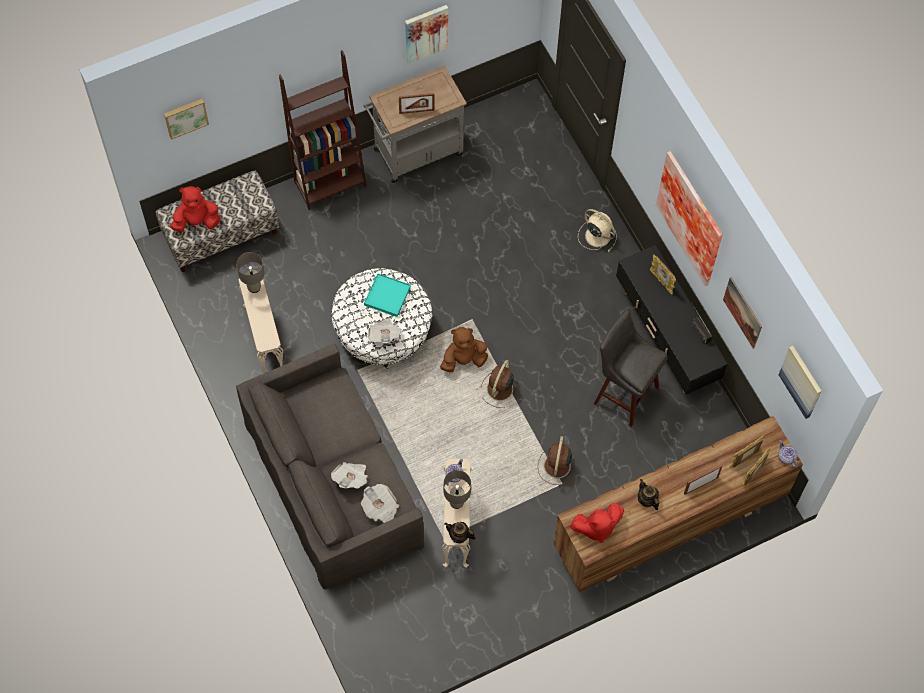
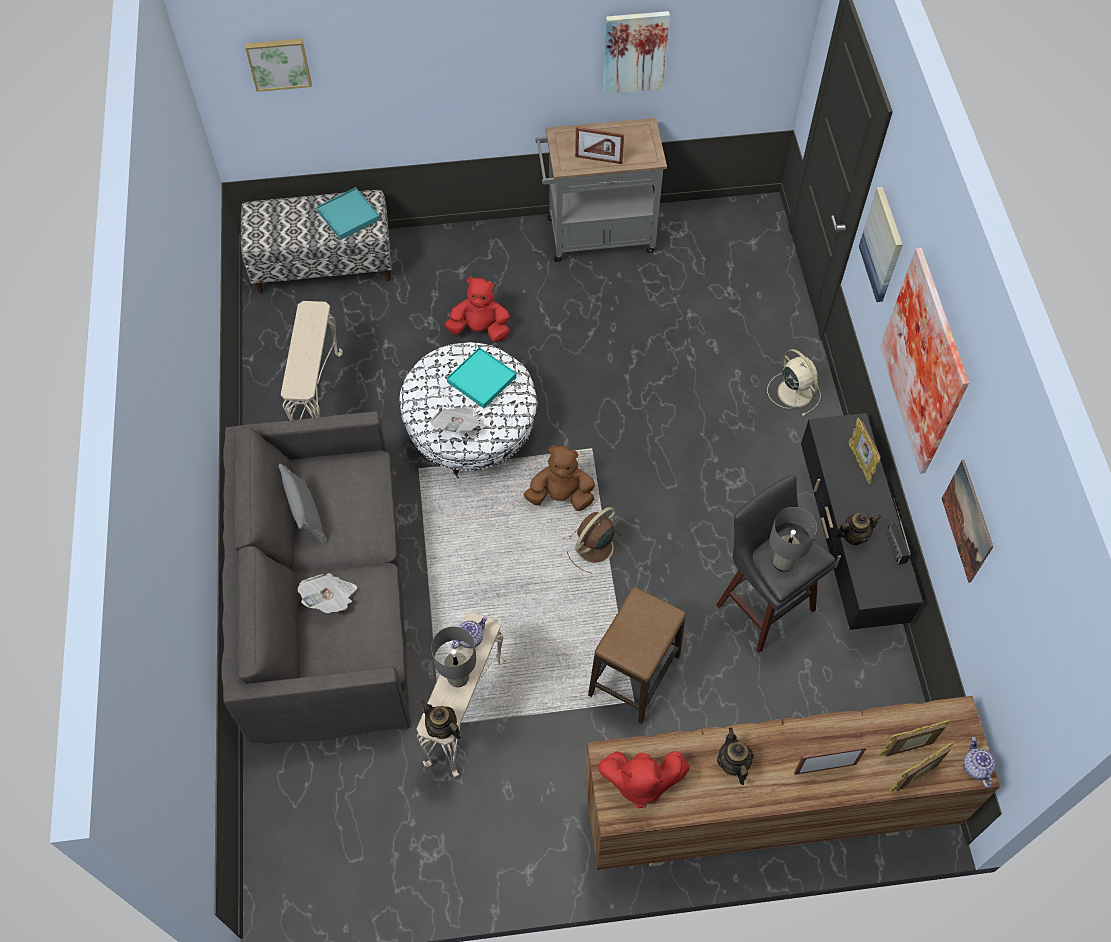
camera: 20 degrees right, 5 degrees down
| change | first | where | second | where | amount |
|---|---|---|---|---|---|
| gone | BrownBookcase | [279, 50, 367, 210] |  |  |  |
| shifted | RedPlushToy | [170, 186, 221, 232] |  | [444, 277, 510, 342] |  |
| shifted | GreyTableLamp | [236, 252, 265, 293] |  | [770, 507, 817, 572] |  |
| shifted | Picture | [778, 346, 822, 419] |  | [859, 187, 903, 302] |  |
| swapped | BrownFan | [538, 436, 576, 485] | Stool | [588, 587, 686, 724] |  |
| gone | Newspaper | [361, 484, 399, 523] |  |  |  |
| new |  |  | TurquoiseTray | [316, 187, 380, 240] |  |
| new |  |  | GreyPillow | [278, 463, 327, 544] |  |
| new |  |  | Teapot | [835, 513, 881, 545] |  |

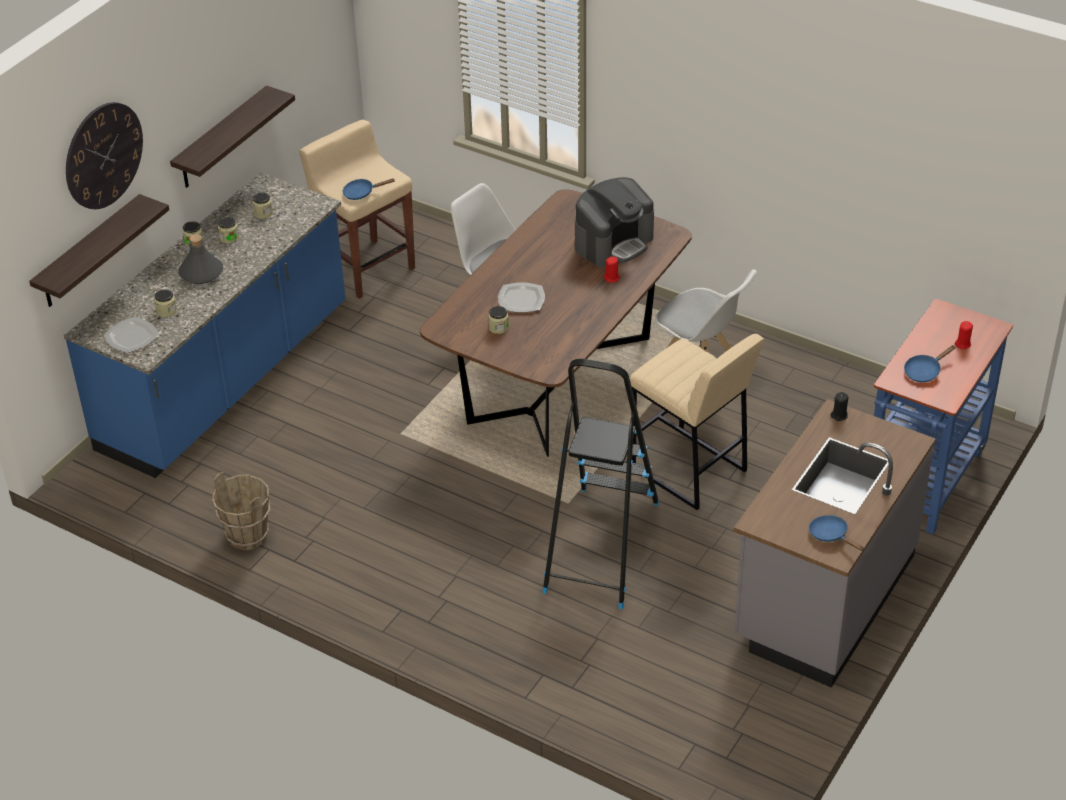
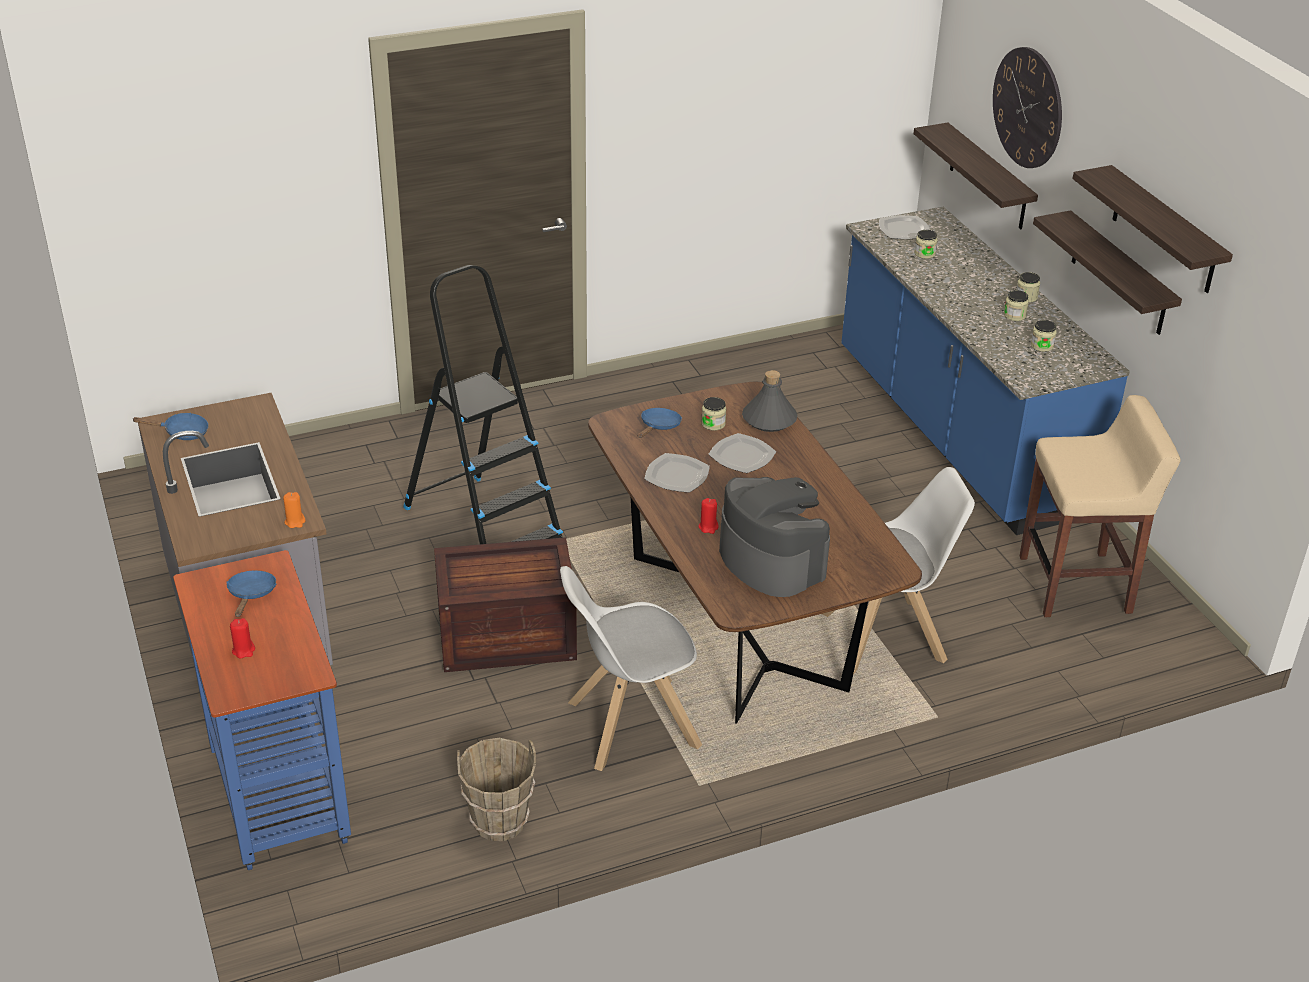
camera: 125 degrees right, 5 degrees down
| change | first | where | second | where | amount |
|---|---|---|---|---|---|
| rotated | CoffeeMachine | [575, 177, 654, 268] |  | [719, 477, 830, 597] | 150 degrees clockwise |
| shifted | BlueFryingPan | [343, 178, 394, 200] |  | [638, 408, 682, 438] |  |
| shifted | GreyBottle | [178, 235, 223, 284] |  | [742, 370, 797, 432] |  |
| swapped | BeigeStool | [630, 334, 764, 510] | Crate | [434, 537, 577, 672] |  |
| repainted | BlackCandle | [831, 392, 848, 421] | OrangeCandle | [283, 492, 305, 528] |  |
| shifted | BrownBucket | [212, 472, 270, 550] |  | [457, 738, 536, 841] |  |
| new |  |  | Shelf | [1072, 165, 1233, 293] |  |
| new |  |  | Plate | [644, 453, 710, 493] |  |

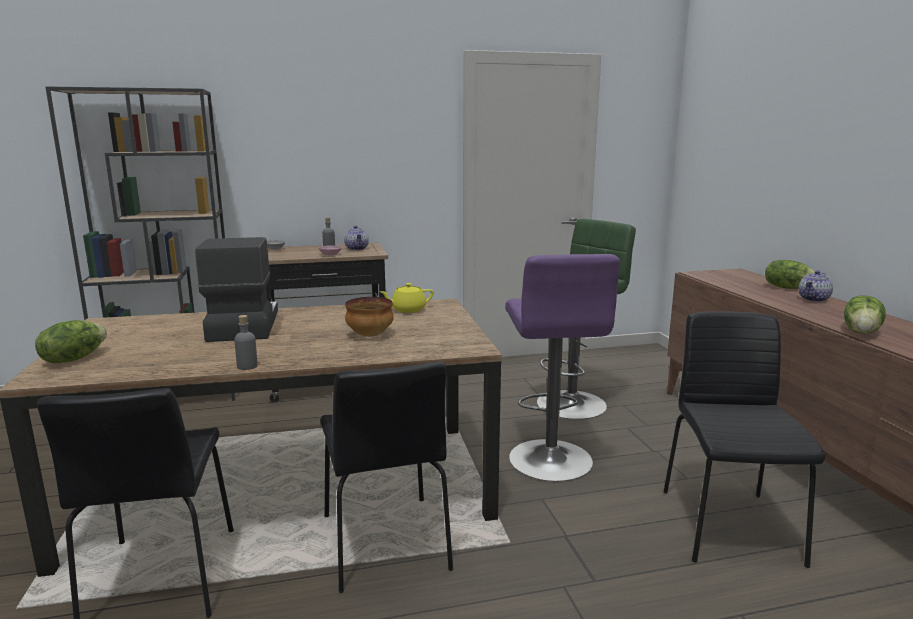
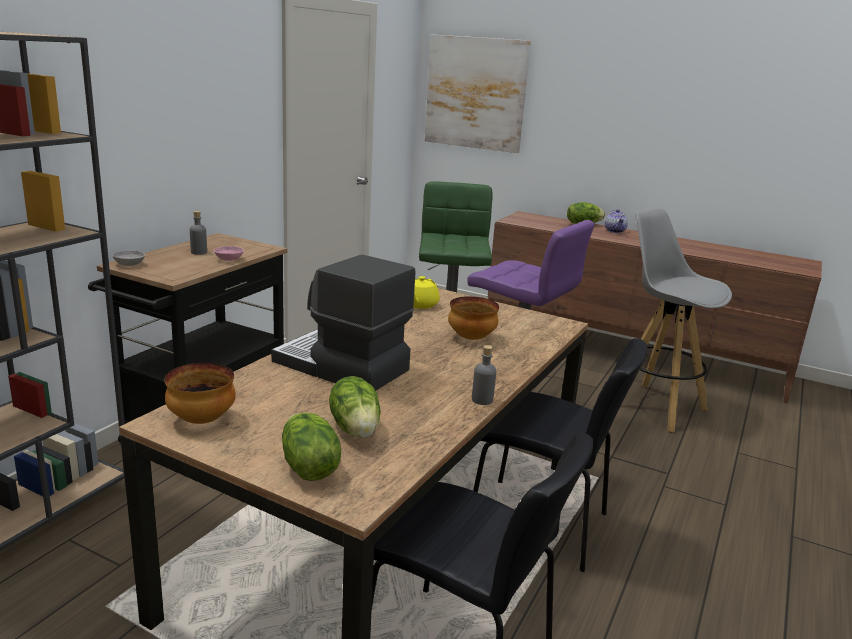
camera: 50 degrees left, 5 degrees up
| change | first | where | second | where | amount |
|---|---|---|---|---|---|
| gone | Teapot | [344, 225, 369, 250] |  |  |  |
| shifted | Lettuce | [844, 295, 886, 334] |  | [329, 376, 381, 438] |  |
| swapped | BlackChair | [663, 311, 825, 568] | GreyStool | [635, 208, 732, 432] |  |
| new |  |  | Picture | [425, 35, 531, 153] |  |
| new |  |  | Bowl | [164, 363, 236, 424] |  |

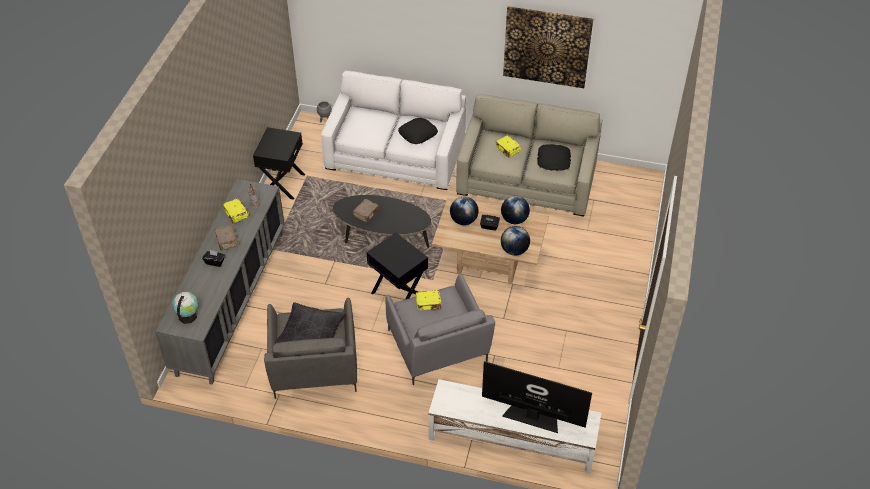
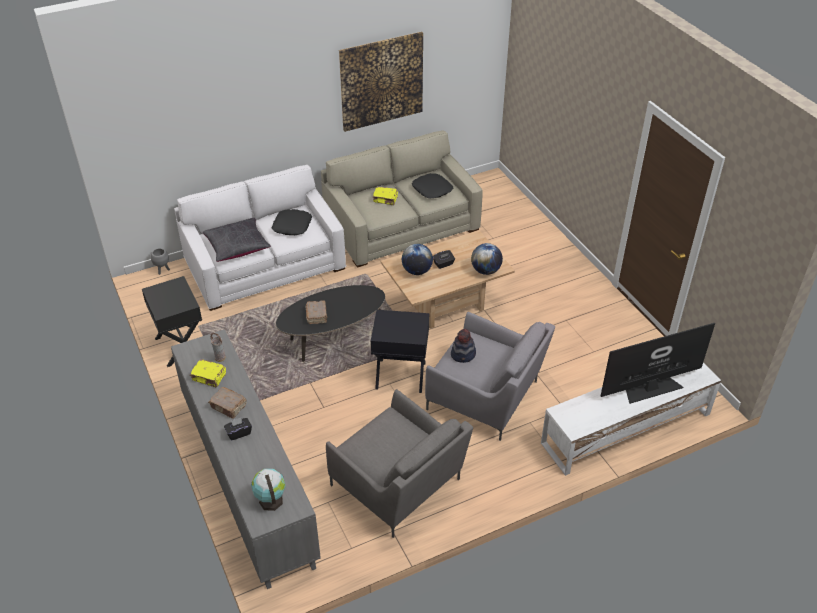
camera: 40 degrees left, 5 degrees down
| change | first | where | second | where | amount |
|---|---|---|---|---|---|
| gone | Globe | [501, 196, 530, 224] |  |  |  |
| swapped | YellowBook | [416, 290, 442, 310] | Hat | [451, 329, 476, 363] |  |
| shifted | BlackPillow | [275, 303, 346, 343] |  | [203, 218, 271, 262] |  |

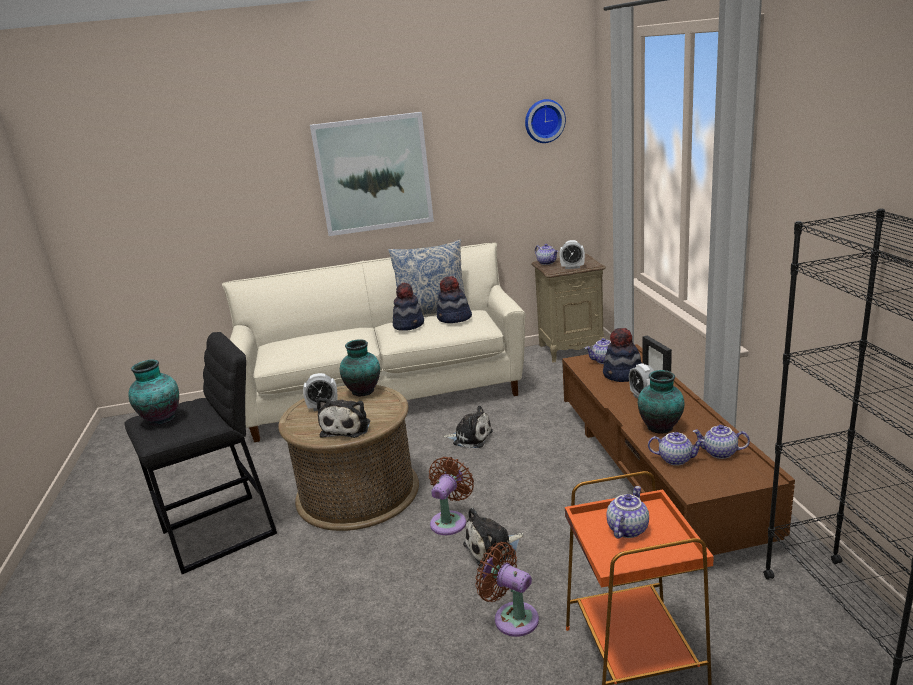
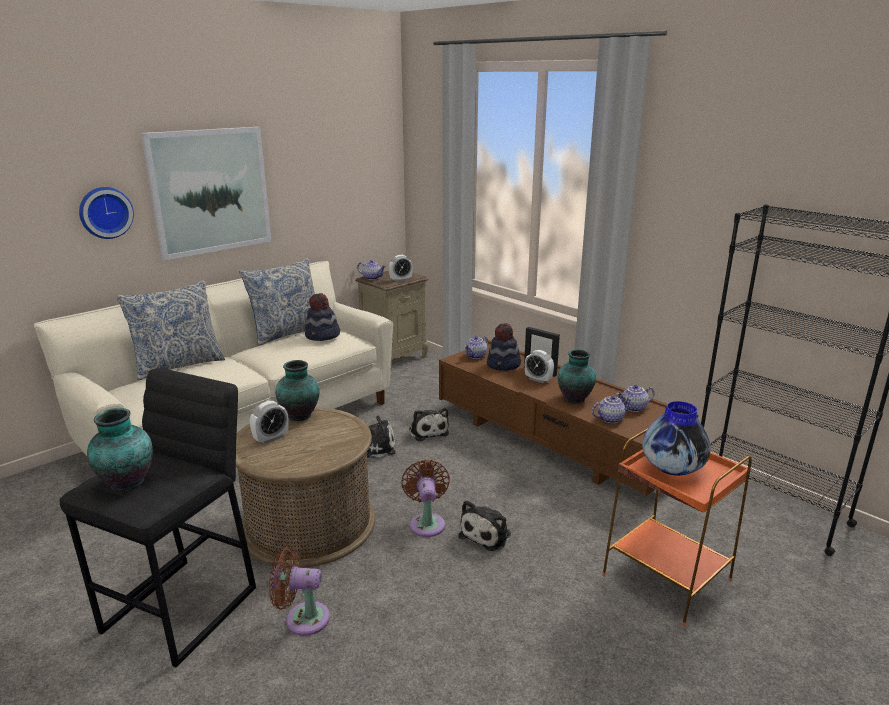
camera: 35 degrees left, 0 degrees up
| change | first | where | second | where | amount |
|---|---|---|---|---|---|
| shifted | WallClock | [525, 99, 566, 143] |  | [79, 187, 134, 239] |  |
| gone | Hat | [393, 282, 424, 331] |  |  |  |
| shifted | PlushToy | [317, 397, 370, 438] |  | [409, 408, 449, 441] |  |
| swapped | Teapot | [607, 486, 649, 539] | Vase | [642, 401, 710, 476] |  |
| shifted | BrownFan | [476, 542, 539, 637] |  | [269, 547, 330, 636] |  |
| new |  |  | Pillow | [116, 280, 225, 380] |  |

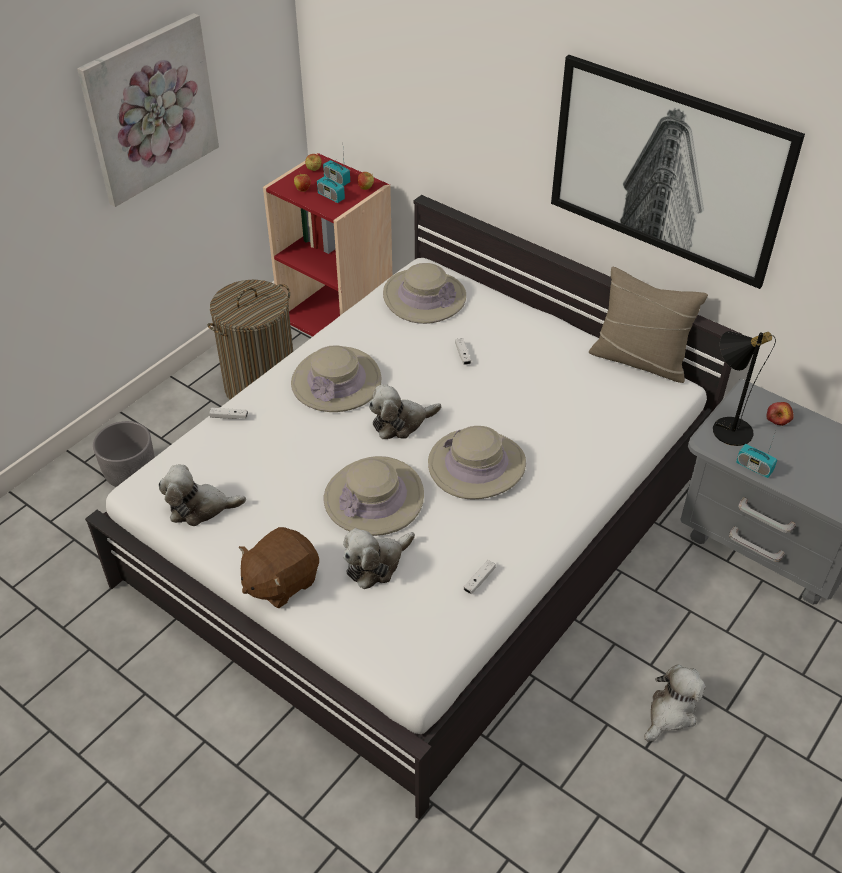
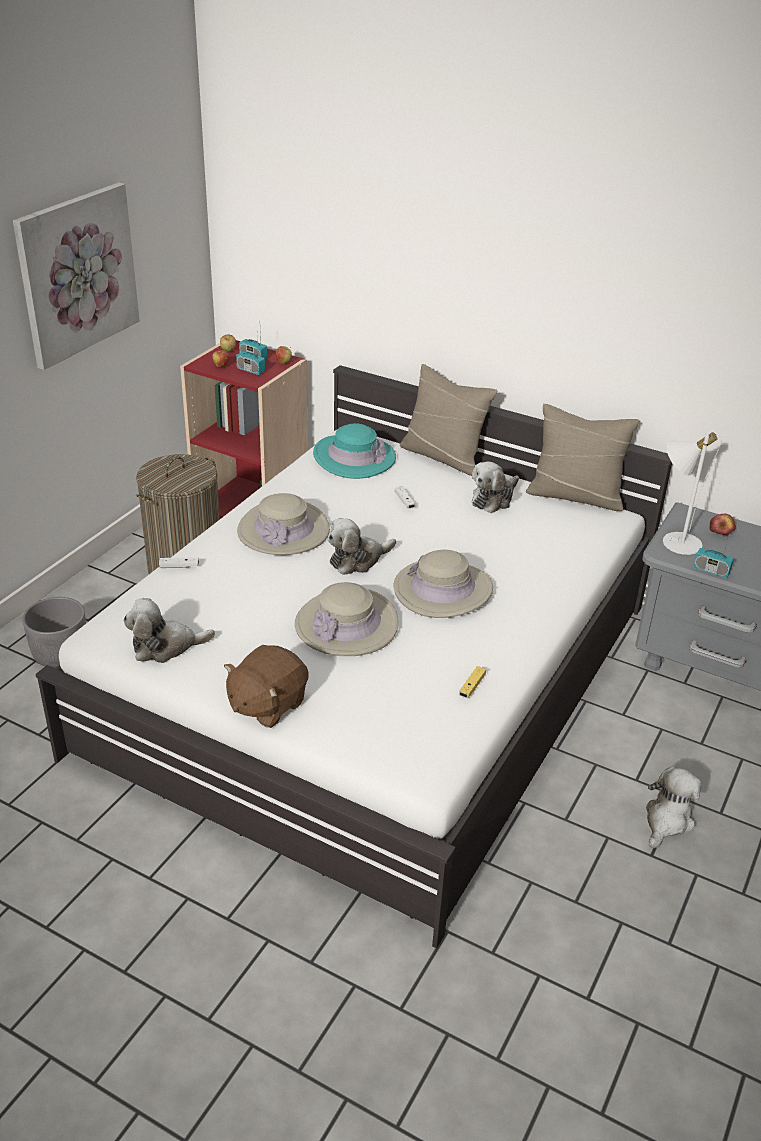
camera: 10 degrees left, 10 degrees down
| change | first | where | second | where | amount |
|---|---|---|---|---|---|
| gone | Picture | [551, 55, 805, 289] |  |  |  |
| repainted | BeigeHat | [383, 263, 466, 324] | TurquoiseHat | [313, 423, 396, 479] |  |
| repainted | BlackTableLamp | [713, 331, 776, 446] | WhiteTableLamp | [663, 432, 721, 555] |  |
| shifted | PlushToy | [343, 528, 415, 589] |  | [472, 462, 519, 513] |  |
| repainted | WhiteGameController | [463, 560, 496, 594] | YellowGameController | [459, 666, 486, 698] |  |
| new |  |  | BeigePillow | [400, 364, 497, 476] |  |

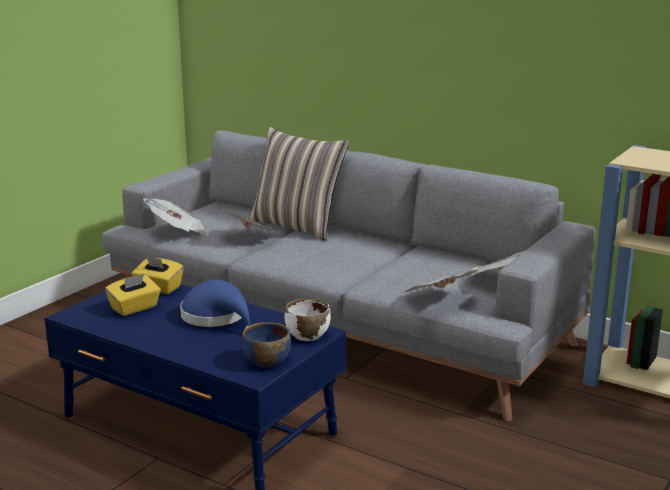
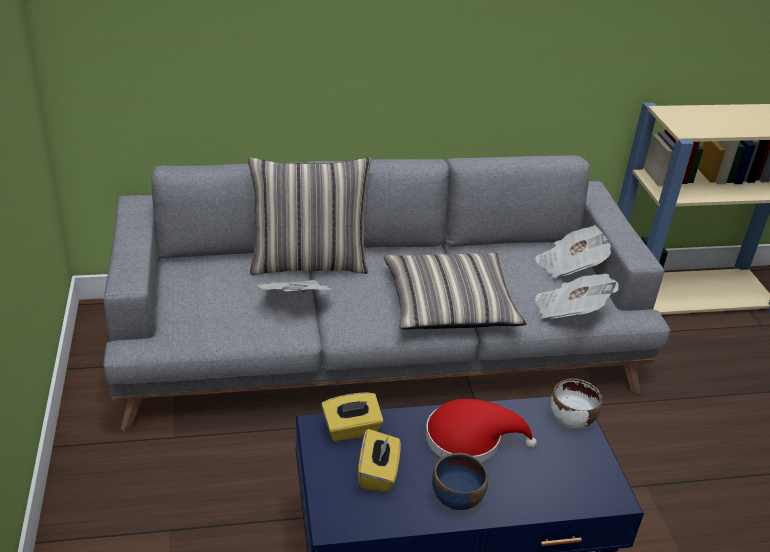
camera: 45 degrees left, 15 degrees up
| change | first | where | second | where | amount |
|---|---|---|---|---|---|
| gone | Newspaper | [144, 199, 209, 235] |  |  |  |
| repainted | BlueHat | [180, 280, 250, 328] | RedHat | [425, 399, 537, 463] |  |
| shifted | BlueBowl | [242, 322, 291, 368] |  | [432, 453, 488, 510] |  |
| new |  |  | Pillow | [384, 253, 527, 330] |  |

